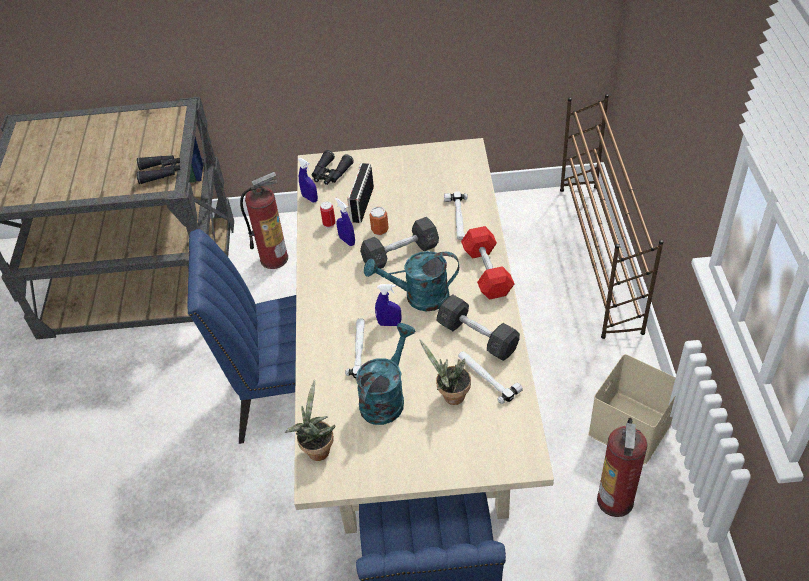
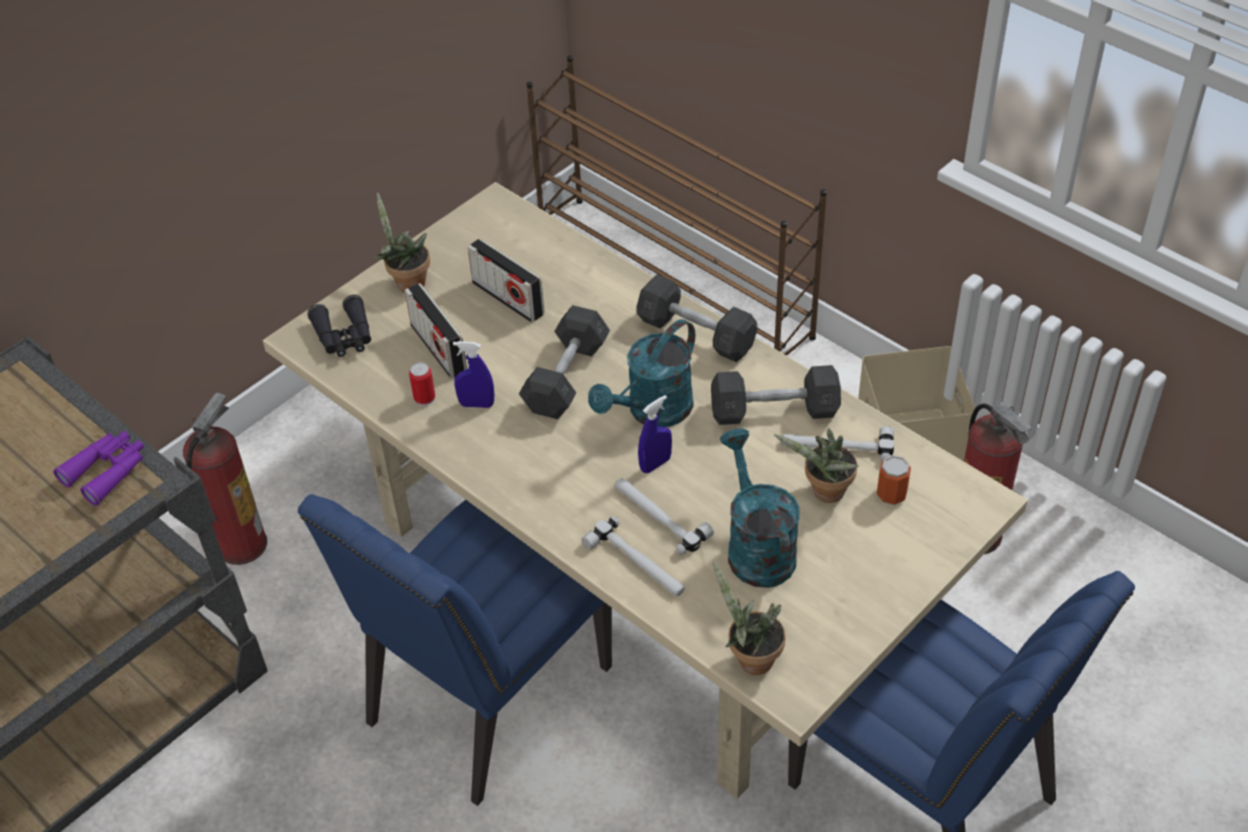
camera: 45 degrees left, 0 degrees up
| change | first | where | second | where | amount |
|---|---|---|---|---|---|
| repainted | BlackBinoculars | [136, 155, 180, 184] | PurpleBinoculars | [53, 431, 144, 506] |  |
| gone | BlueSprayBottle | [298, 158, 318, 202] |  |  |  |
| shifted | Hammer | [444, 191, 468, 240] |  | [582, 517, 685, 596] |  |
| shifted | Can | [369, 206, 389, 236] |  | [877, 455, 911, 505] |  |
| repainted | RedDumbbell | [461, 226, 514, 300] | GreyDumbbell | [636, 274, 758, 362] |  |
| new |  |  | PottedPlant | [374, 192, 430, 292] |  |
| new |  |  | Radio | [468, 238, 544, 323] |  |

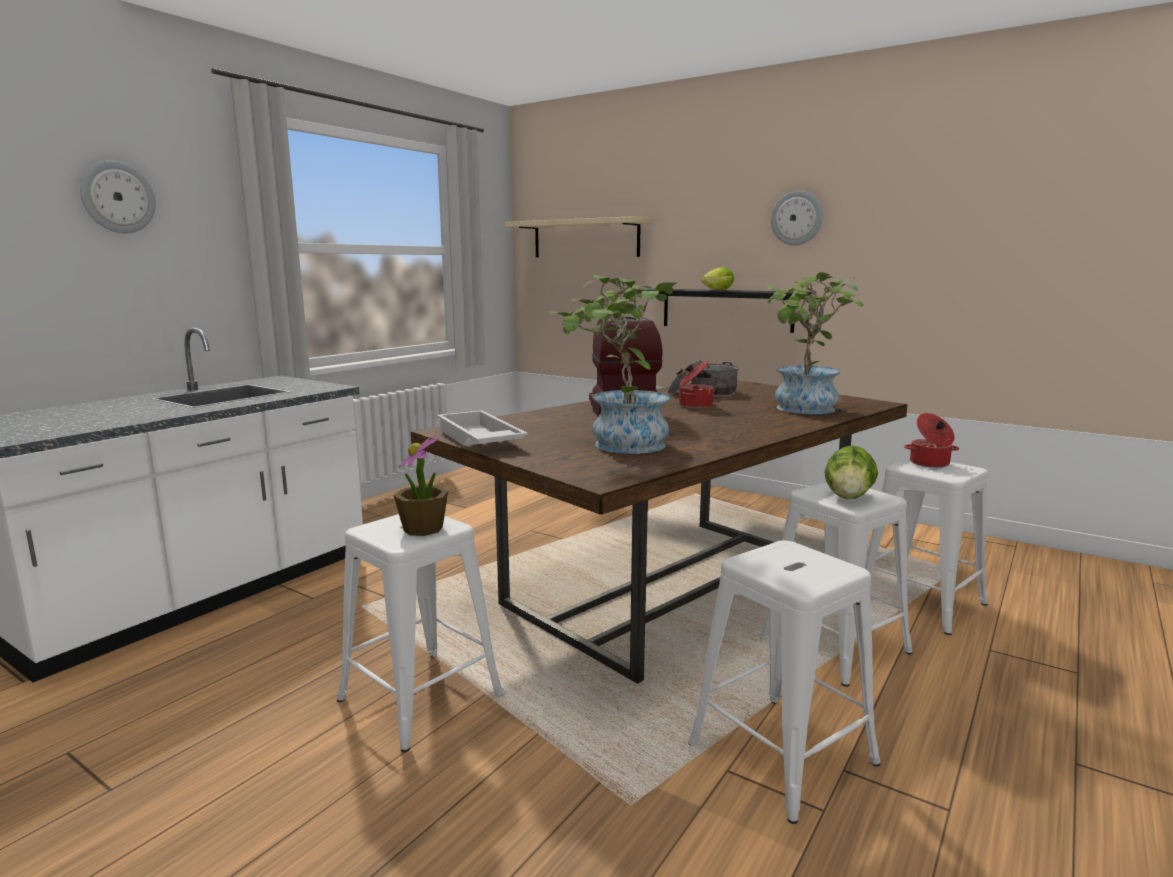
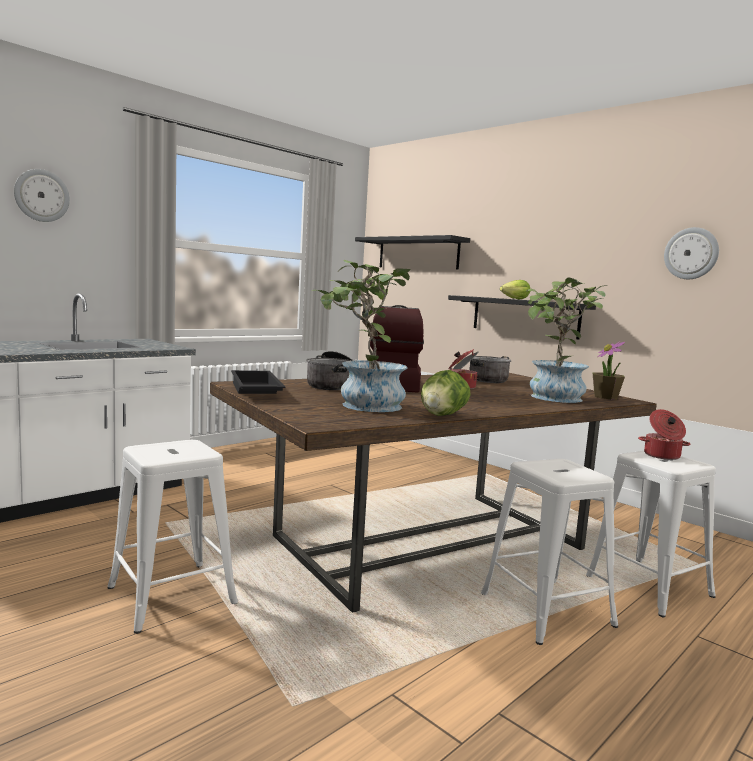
camera: 10 degrees right, 5 degrees down
| change | first | where | second | where | amount |
|---|---|---|---|---|---|
| shifted | WallClock | [771, 191, 823, 245] |  | [664, 227, 719, 279] |  |
| repainted | BeigeShelf | [505, 216, 653, 257] | BlackShelf | [355, 235, 470, 270] |  |
| repainted | WhiteTray | [437, 410, 528, 446] | BlackTray | [231, 370, 285, 394] |  |
| shifted | PottedPlant | [394, 435, 448, 536] |  | [593, 341, 625, 399] |  |
| shifted | Lettuce | [824, 445, 878, 499] |  | [421, 370, 471, 416] |  |
| gone | WhiteStool | [688, 541, 881, 824] |  |  |  |
| new |  |  | CookingPot | [306, 351, 354, 390] |  |

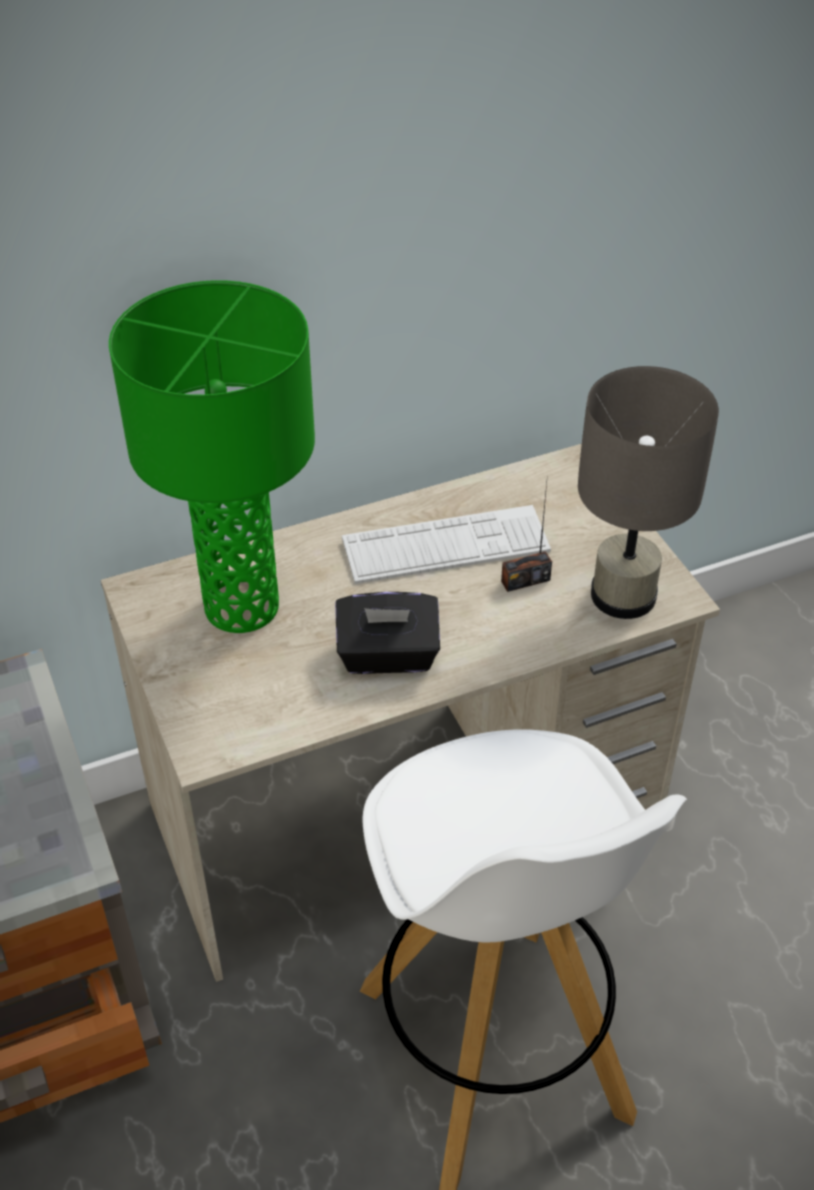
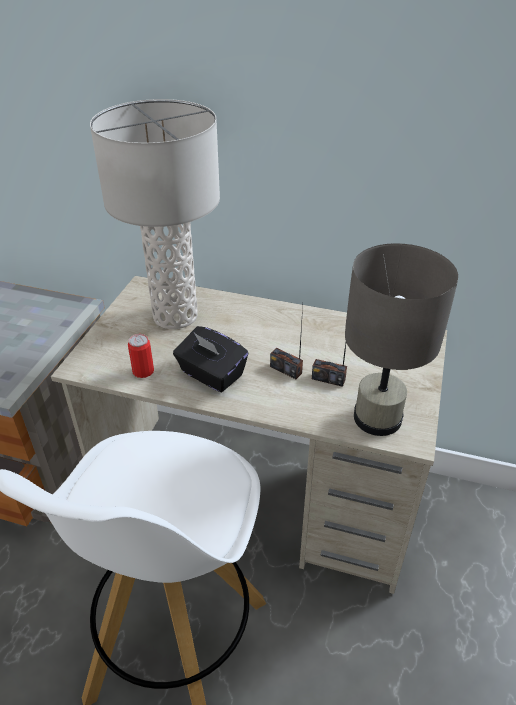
camera: 40 degrees right, 5 degrees down
| change | first | where | second | where | amount |
|---|---|---|---|---|---|
| repainted | GreenTableLamp | [109, 280, 315, 633] | WhiteTableLamp | [90, 99, 220, 329] |  |
| gone | Keyboard | [342, 505, 551, 584] |  |  |  |
| new |  |  | Radio | [270, 307, 303, 379] |  |
| new |  |  | Can | [128, 334, 154, 378] |  |

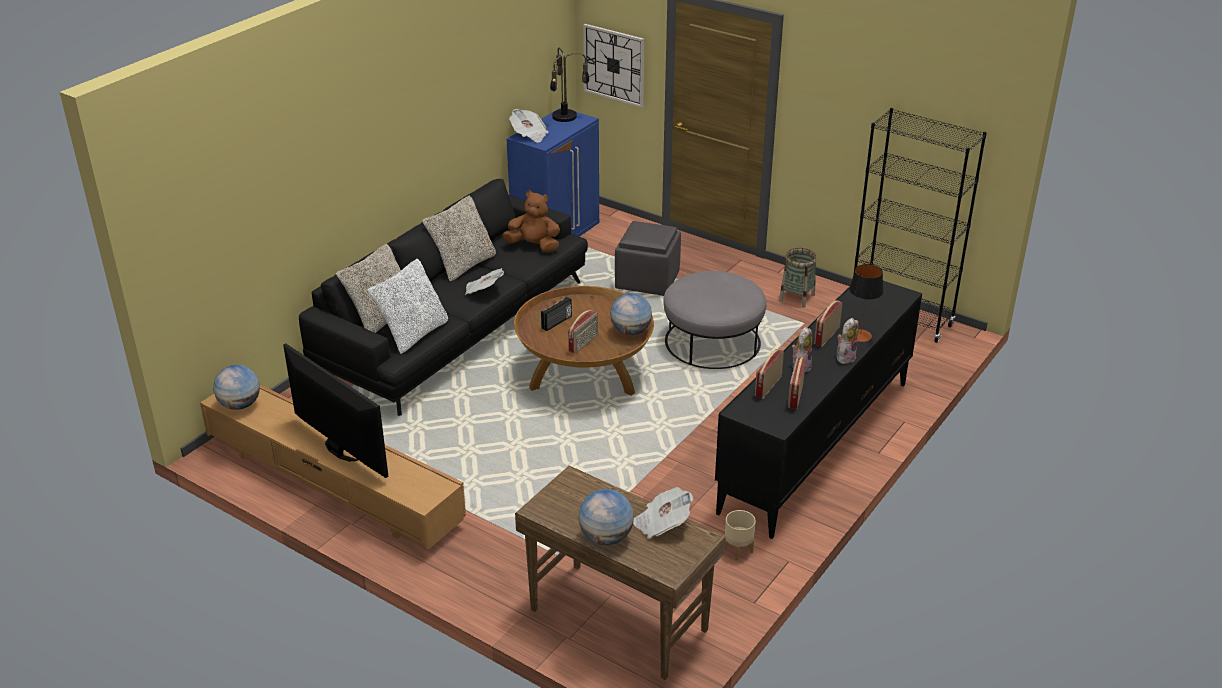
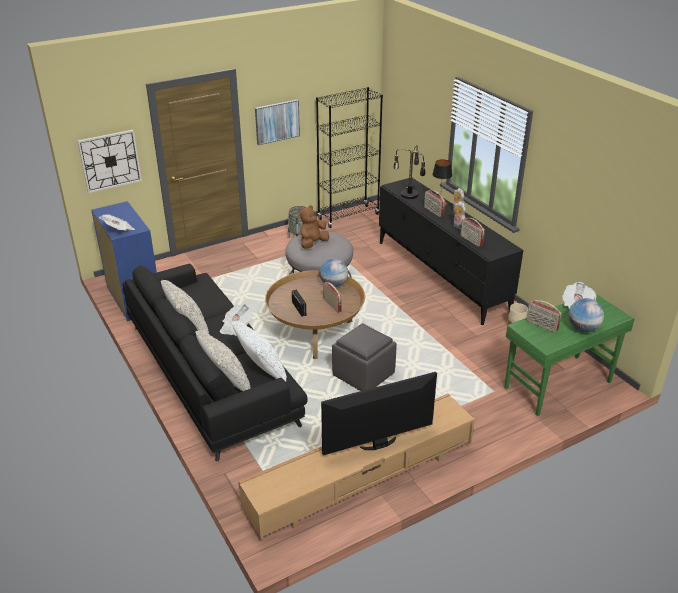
camera: 65 degrees left, 0 degrees up
| change | first | where | second | where | amount |
|---|---|---|---|---|---|
| shifted | TableLamp | [550, 47, 589, 122] |  | [394, 145, 425, 199] |  |
| shifted | BrownPlushToy | [503, 190, 560, 253] |  | [299, 205, 329, 249] |  |
| shifted | GreyOttoman | [615, 221, 681, 296] |  | [332, 323, 397, 391] |  |
| shifted | Radio | [788, 357, 806, 410] |  | [526, 300, 562, 333] |  |
| gone | Globe | [213, 365, 260, 410] |  |  |  |
| repainted | BrownConsoleTable | [515, 466, 726, 680] | GreenConsoleTable | [504, 294, 634, 416] |  |
| new |  |  | Picture | [255, 100, 300, 145] |  |

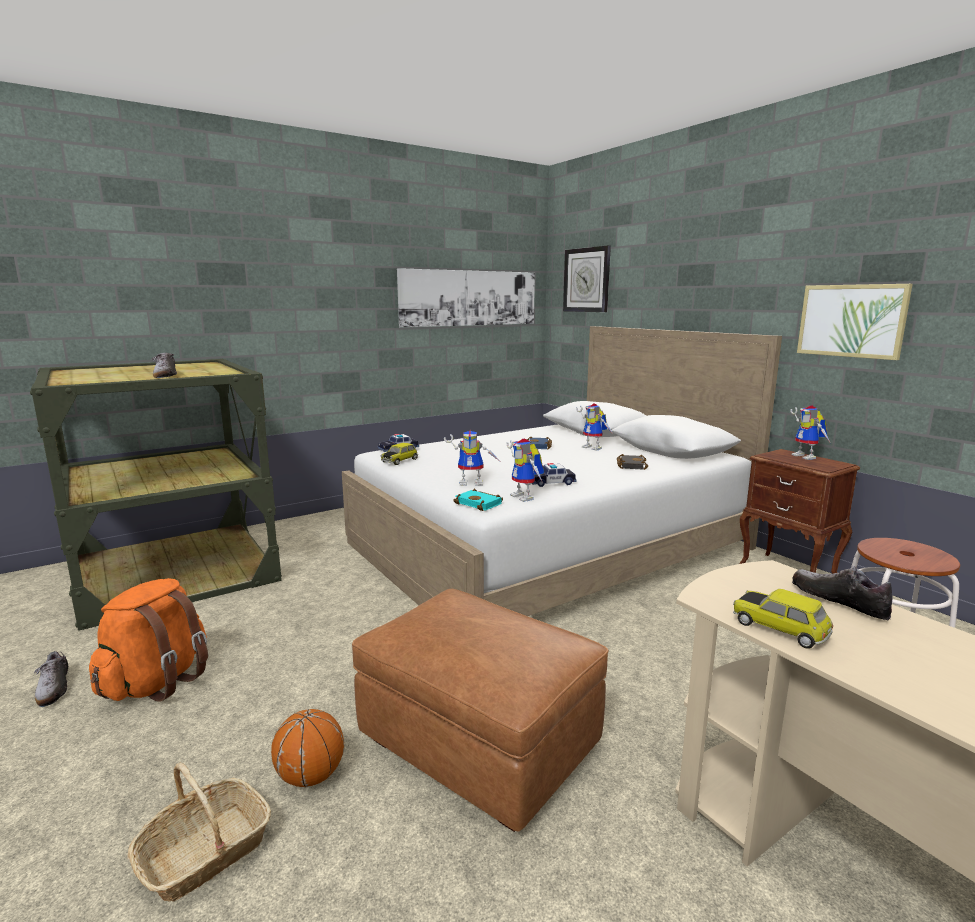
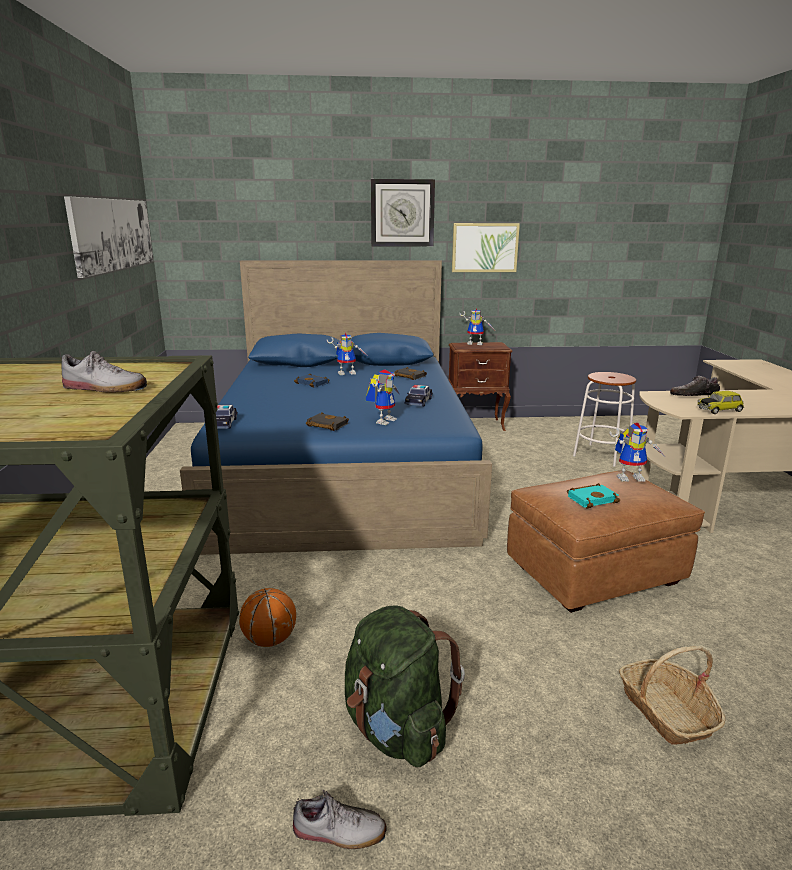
camera: 60 degrees left, 5 degrees up
| change | first | where | second | where | amount |
|---|---|---|---|---|---|
| shifted | WallClock | [563, 246, 611, 312] |  | [371, 179, 435, 247] |  |
| repainted | WhiteBed | [342, 326, 782, 616] | BlueBed | [180, 260, 492, 555] |  |
| shifted | ToyRobot | [506, 439, 544, 502] |  | [609, 423, 665, 482] |  |
| gone | ToyCar | [381, 443, 418, 465] |  |  |  |
| shifted | TurquoiseBook | [453, 489, 503, 511] |  | [567, 483, 620, 508] |  |
| repainted | OrangeBackpack | [89, 578, 208, 702] | GreenBackpack | [345, 605, 465, 767] |  |
| shifted | Basketball | [271, 709, 344, 787] |  | [239, 588, 296, 647] |  |
| new |  |  | BlackBook | [306, 412, 349, 431] |  |

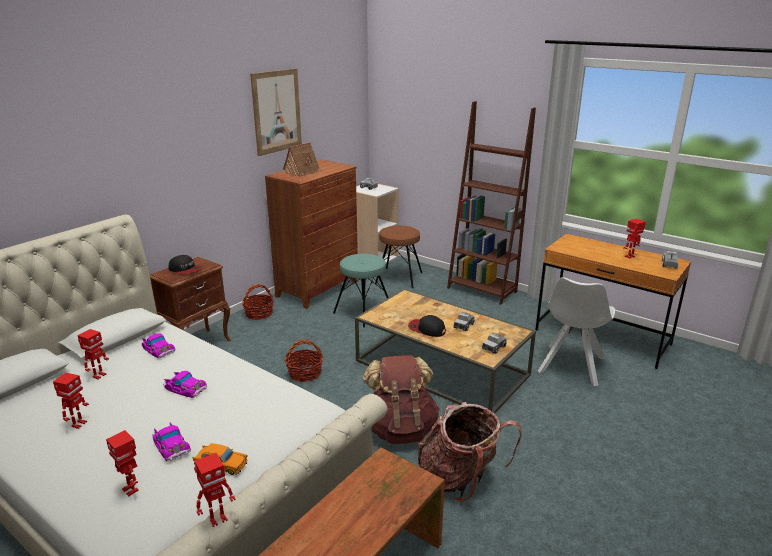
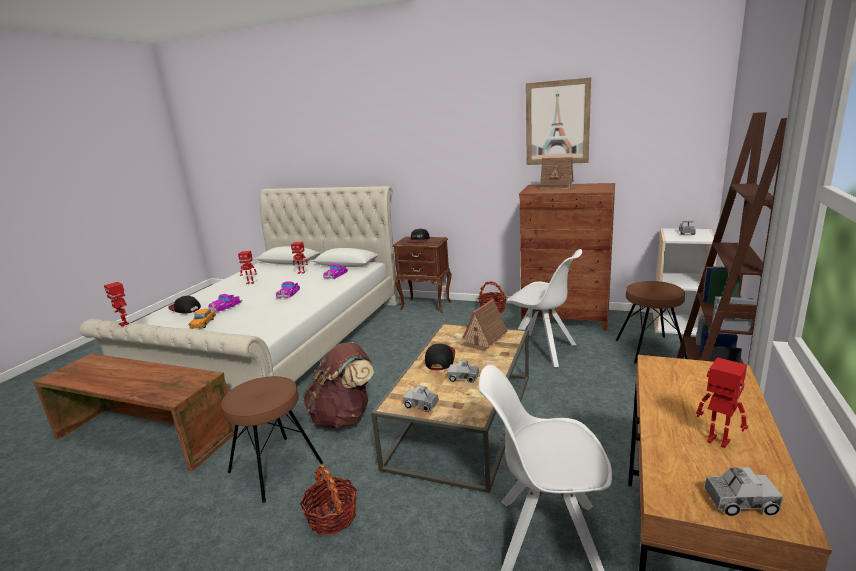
camera: 75 degrees right, 5 degrees down
| change | first | where | second | where | amount |
|---|---|---|---|---|---|
| swapped | TurquoiseStool | [333, 254, 389, 328] | WhiteChair | [507, 249, 582, 367] |  |
| shifted | Basket | [284, 339, 323, 382] |  | [300, 465, 357, 535] |  |
| swapped | Backpack | [417, 402, 522, 502] | BrownStool | [221, 376, 323, 503] |  |
| swapped | ToyRobot | [106, 430, 138, 497] | Cap | [168, 296, 201, 314] |  |
| new |  |  | ToyHouse | [461, 299, 508, 351] |  |

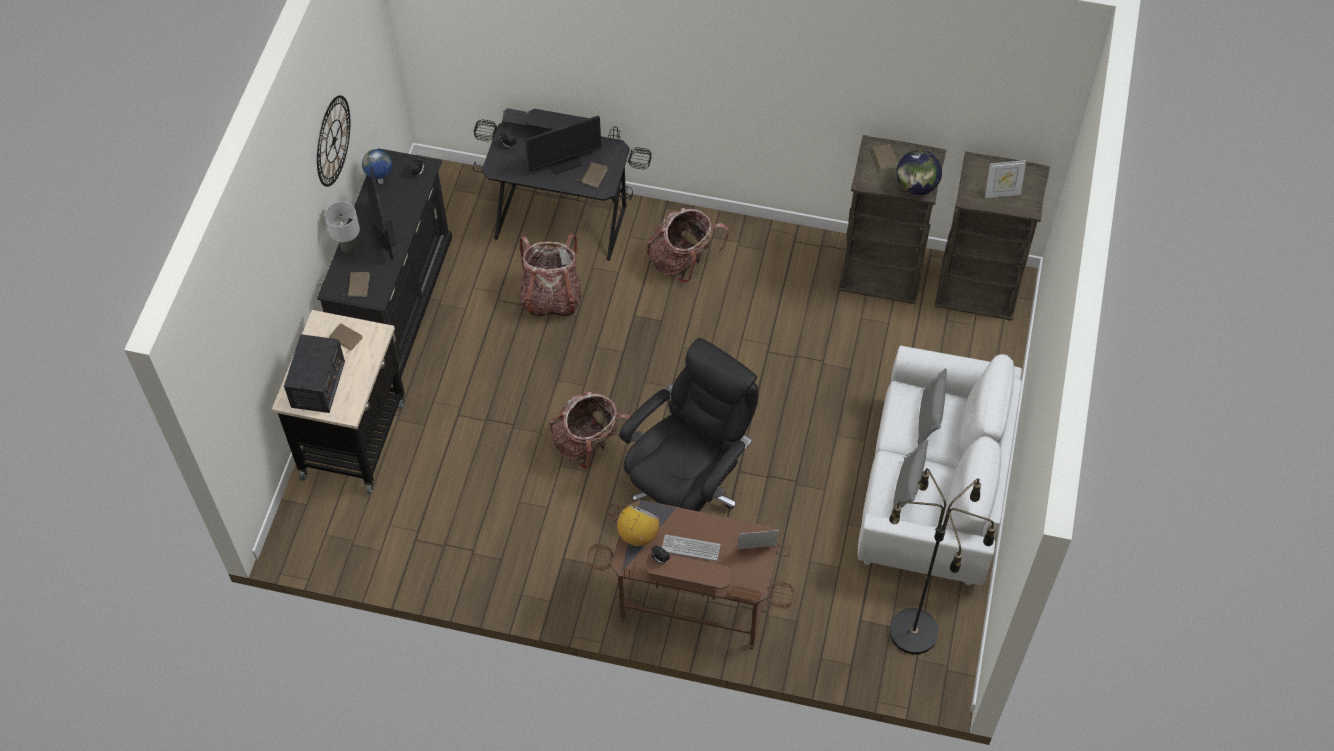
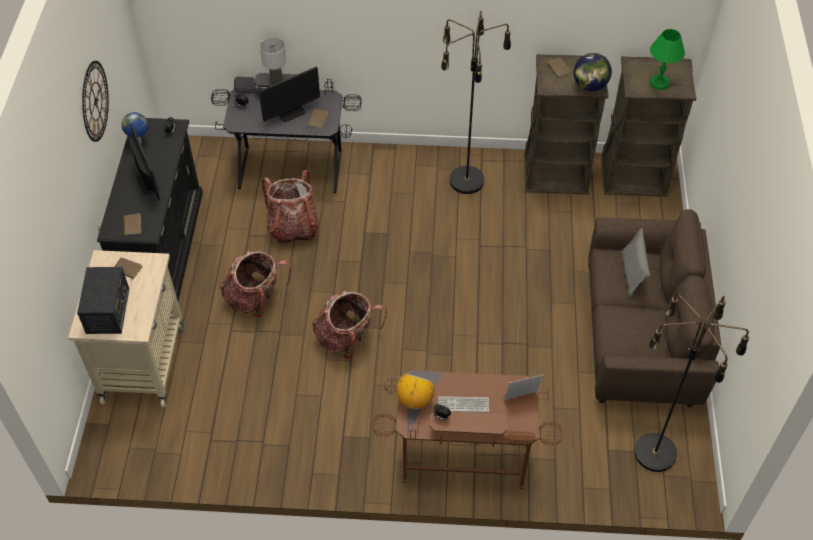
camera: 10 degrees left, 5 degrees down
| change | first | where | second | where | amount |
|---|---|---|---|---|---|
| swapped | PictureFrame | [985, 160, 1026, 198] | GreenTableLamp | [650, 29, 685, 90] |  |
| shifted | WhiteTableLamp | [325, 202, 360, 254] |  | [260, 37, 286, 83] |  |
| shifted | Backpack | [646, 208, 729, 283] |  | [219, 251, 292, 318] |  |
| repainted | BlackCart | [272, 310, 406, 494] | BeigeCart | [68, 250, 183, 407] |  |
| gone | BlackOfficeChair | [619, 338, 759, 511] |  |  |  |
| repainted | WhiteSofa | [858, 346, 1022, 585] | BrownSofa | [588, 209, 721, 408] |  |
| gone | GreyPillow | [891, 439, 928, 512] |  |  |  |
| new |  |  | FloorLamp | [441, 11, 511, 194] |  |

